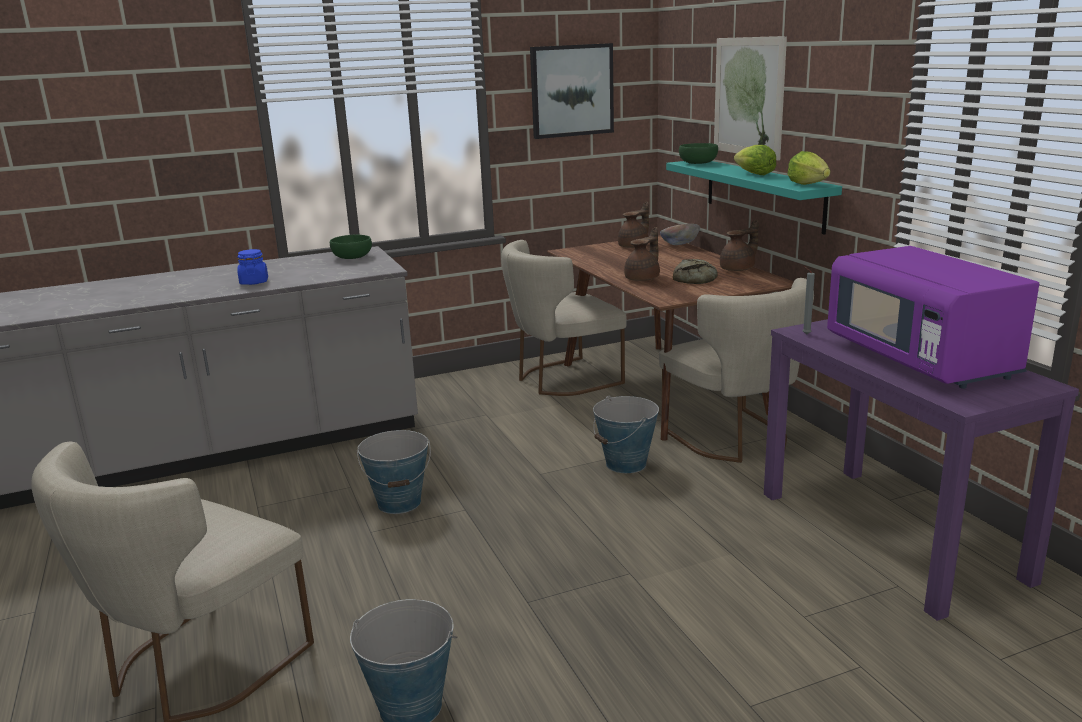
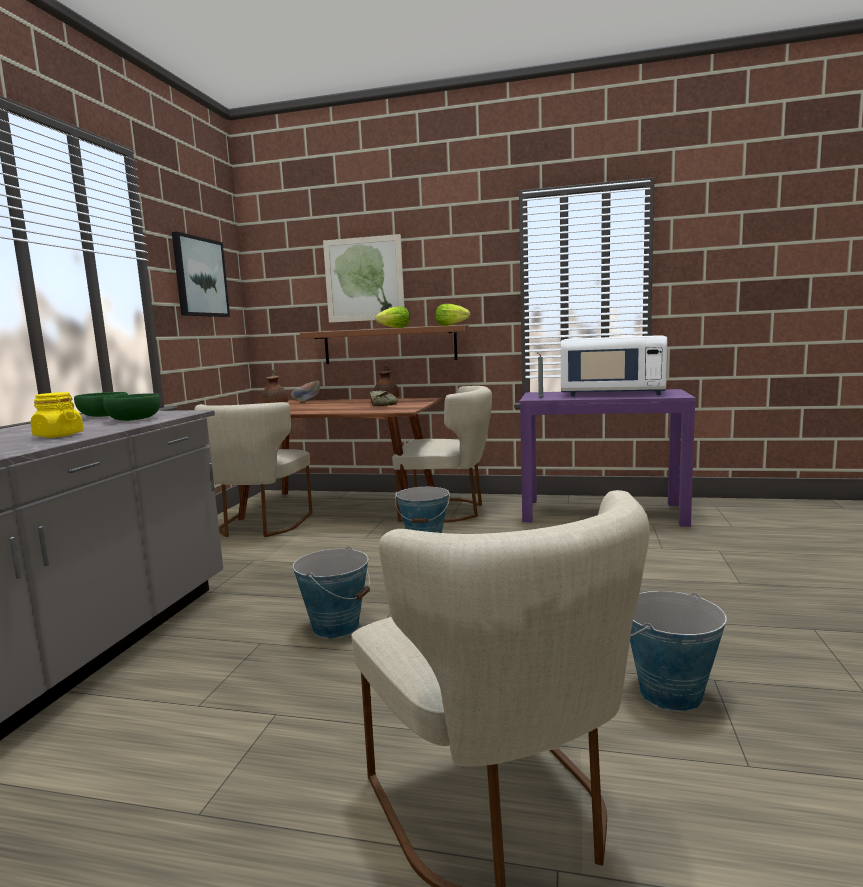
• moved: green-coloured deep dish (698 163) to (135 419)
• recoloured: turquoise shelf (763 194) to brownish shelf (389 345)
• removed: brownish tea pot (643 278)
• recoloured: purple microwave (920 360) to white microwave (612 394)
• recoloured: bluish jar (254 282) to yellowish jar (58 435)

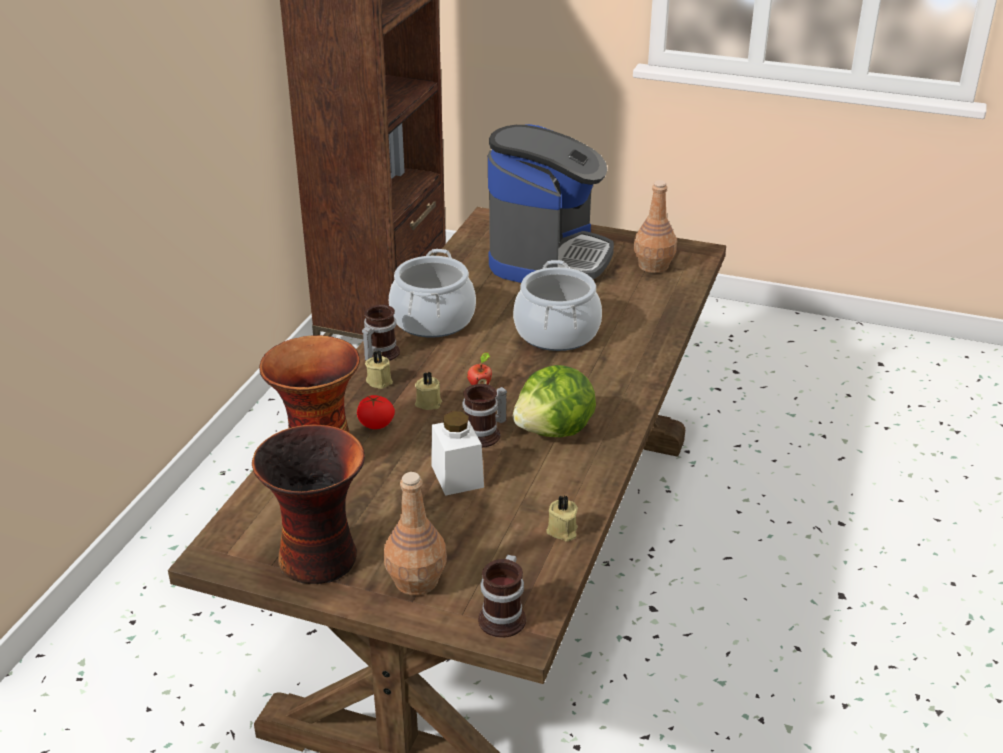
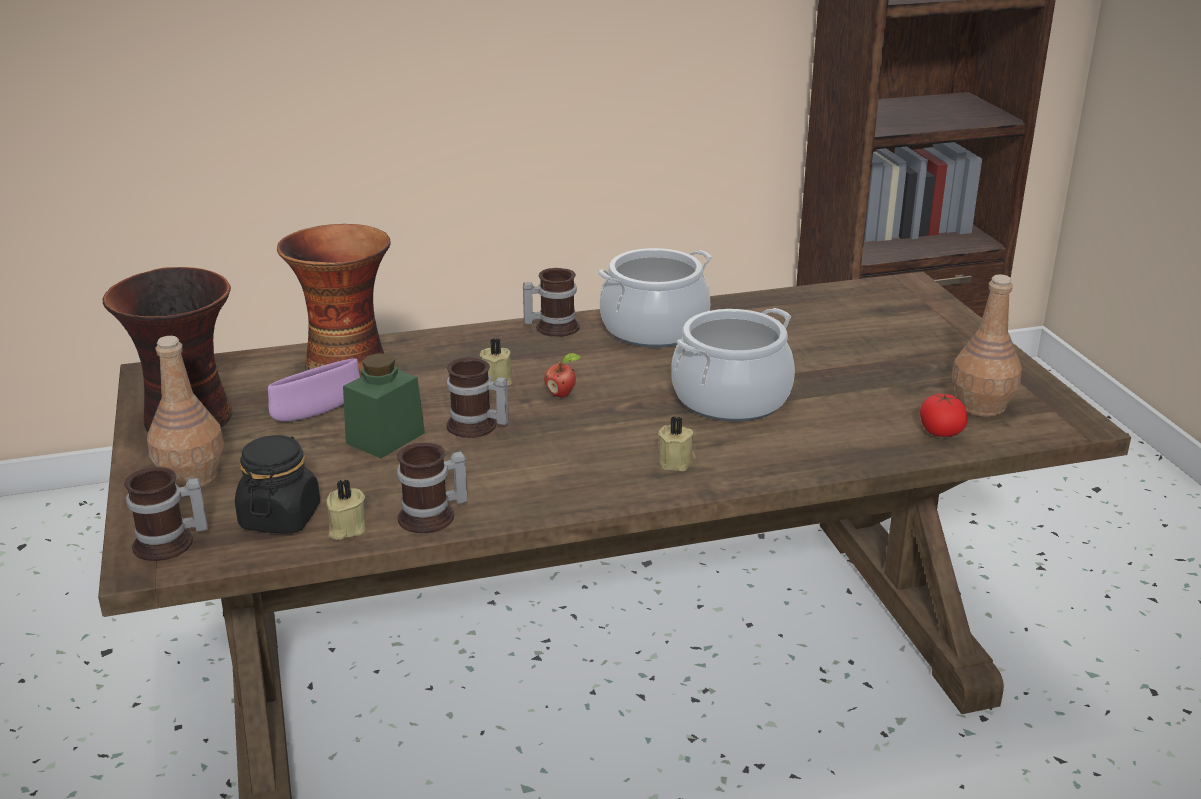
• removed: coffee brewer (548 258)
• moved: beige-coloured wax light (379 381) to (677 461)
• removed: lettuce head (555 431)
• moved: fresh tomato (376 424) to (940 432)
• recoloured: white jar (457 476) to green-coloured jar (385 438)
• added: purple deep dish (317 413)
• added: blackish jar (280 517)
• added: tea mug (433 517)

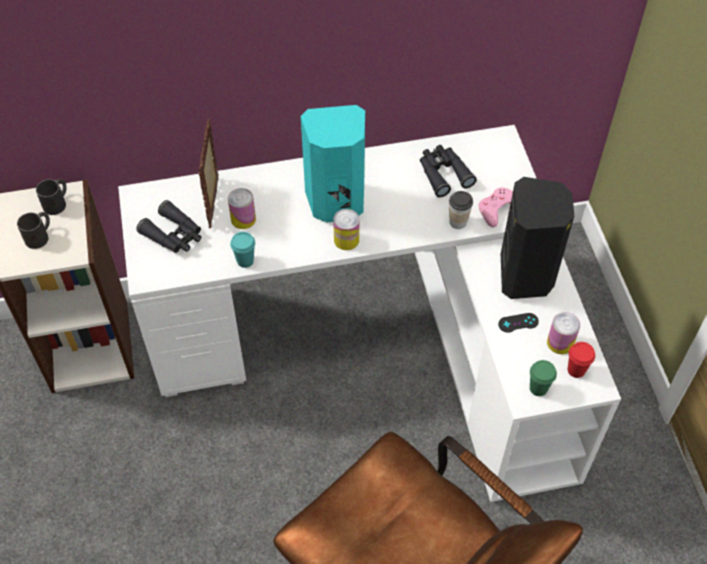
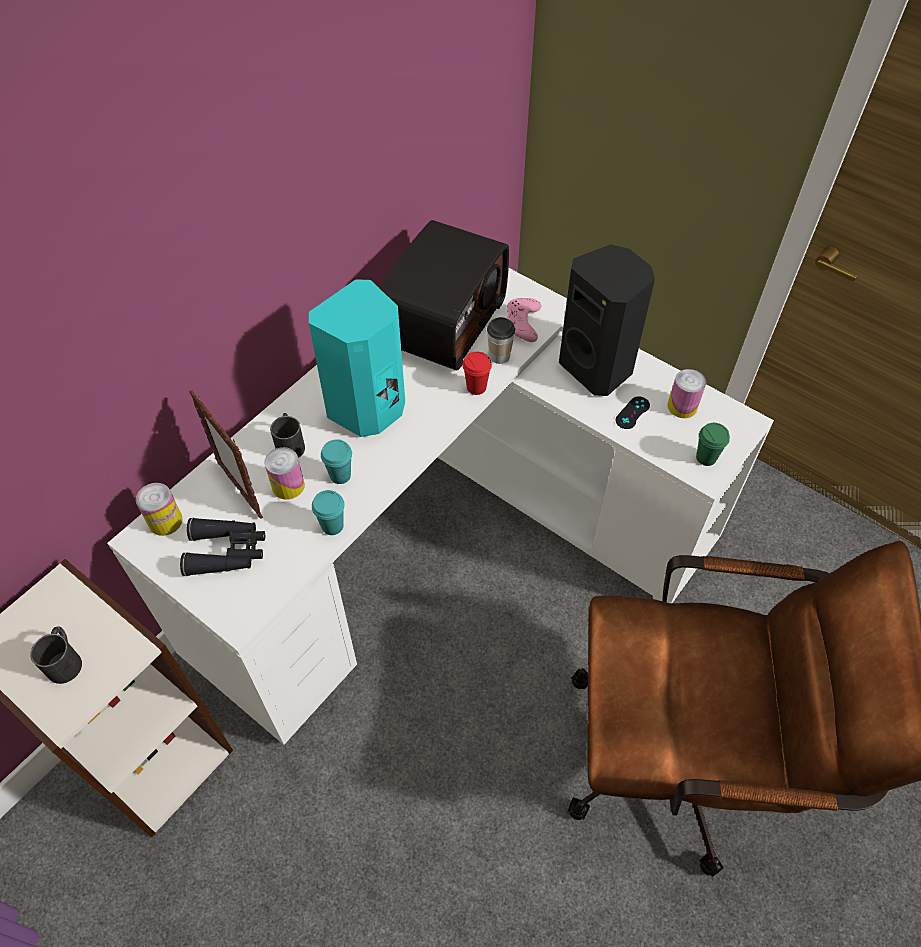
• replaced: blackish pair of binoculars (443 173) to radio (442 321)
• moved: blackish tea mug (57 202) to (290 443)
• moved: metal can (346 240) to (165 521)
• moved: reddish small cup (576 370) to (476 387)
• added: turquoise small cup (340 475)

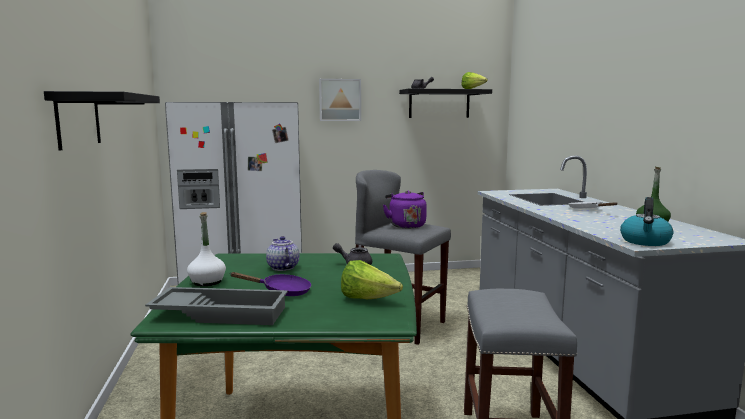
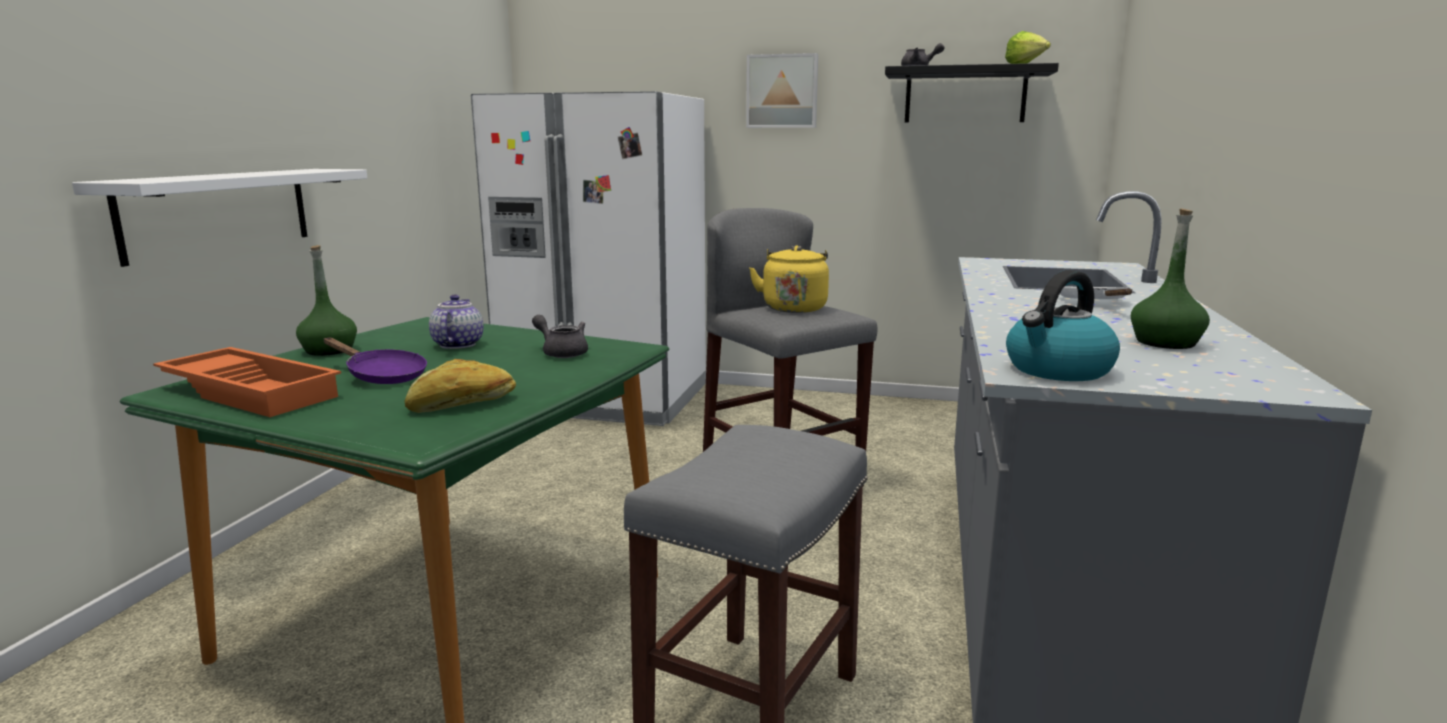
• removed: blackish shelf (78 120)
• recoloured: purple tea kettle (406 225) to yellowish tea kettle (794 307)
• recoloured: white beverage bottle (207 282) to green-coloured beverage bottle (329 350)
• replaced: lettuce head (367 299) to baked bread (463 404)
• recoloured: gray tray (222 313) to orangey tray (253 391)
• added: white shelf (218 212)

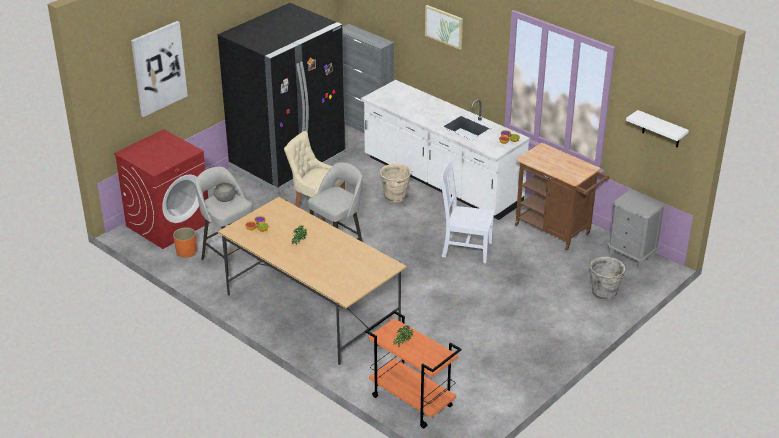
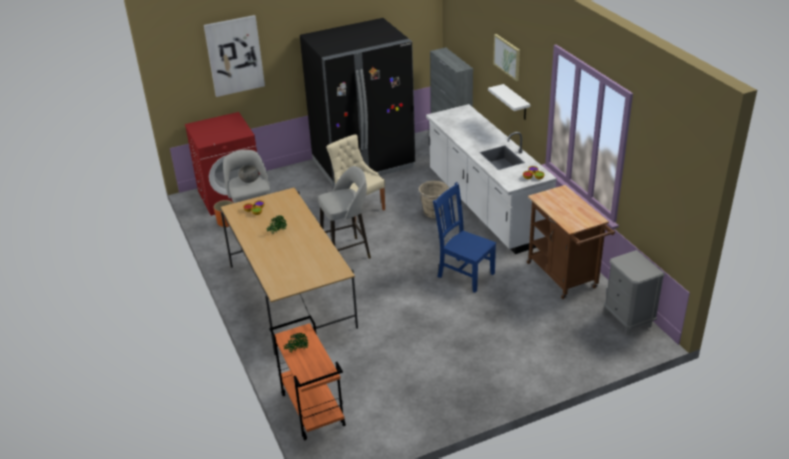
• moved: white shelf (661 129) to (516 103)
• recoloured: white plain chair (465 249) to bluish plain chair (464 274)
• removed: gray pail (605 294)

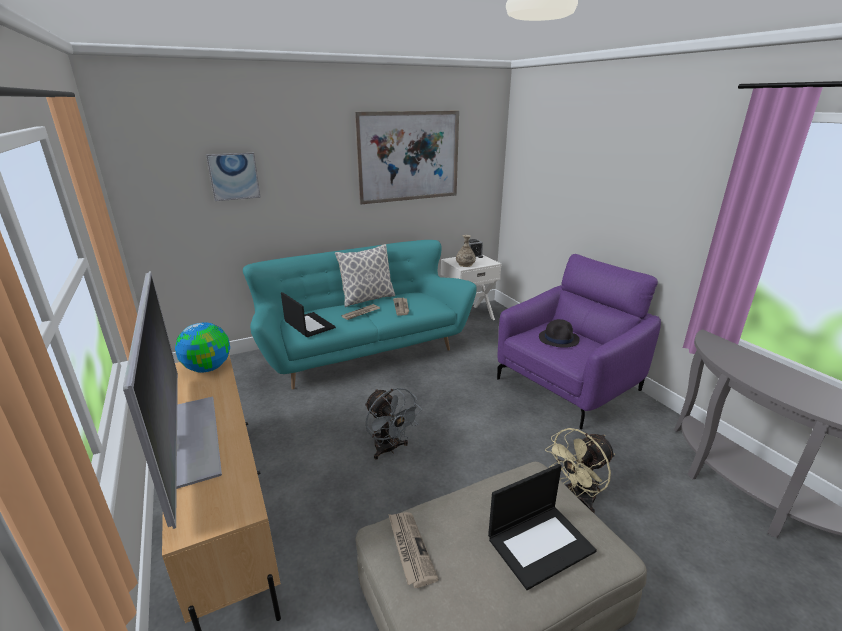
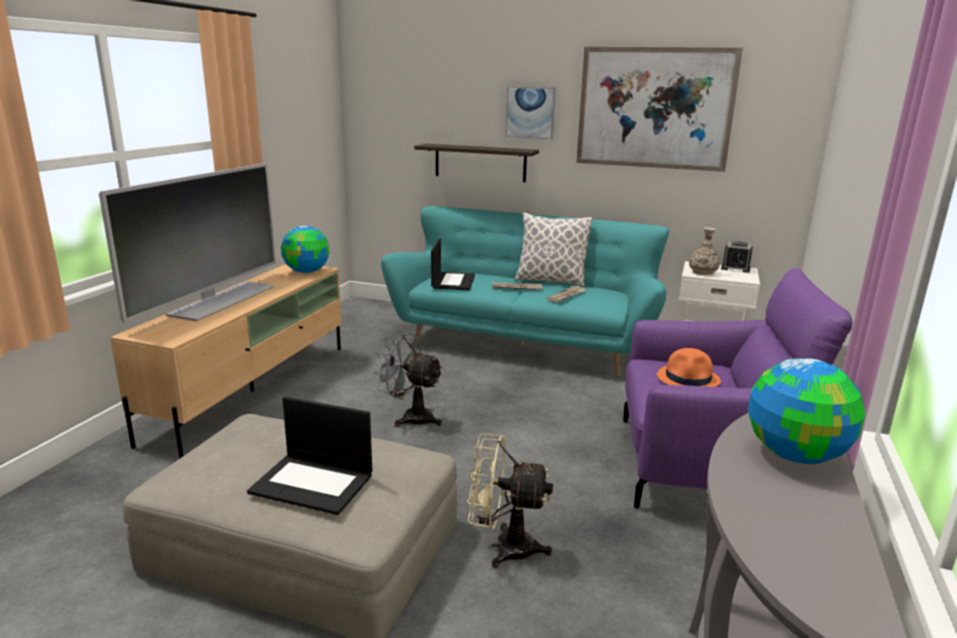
• moved: wall picture (234 176) to (530 112)
• recoloured: blackish clothing hat (559 339) to orangey clothing hat (688 379)
• turned: gray fan (389 449) = (410 417) 105 degrees clockwise
• removed: printed paper (410 549)
• added: shelf (480 162)
• added: world globe (796 455)

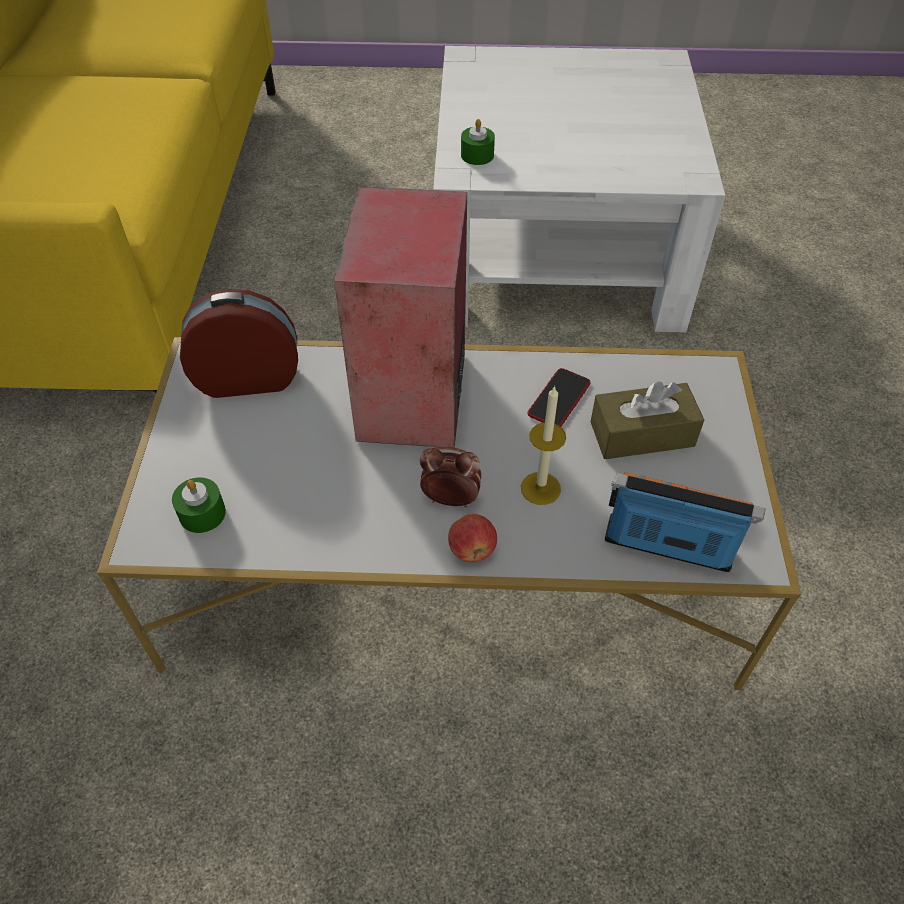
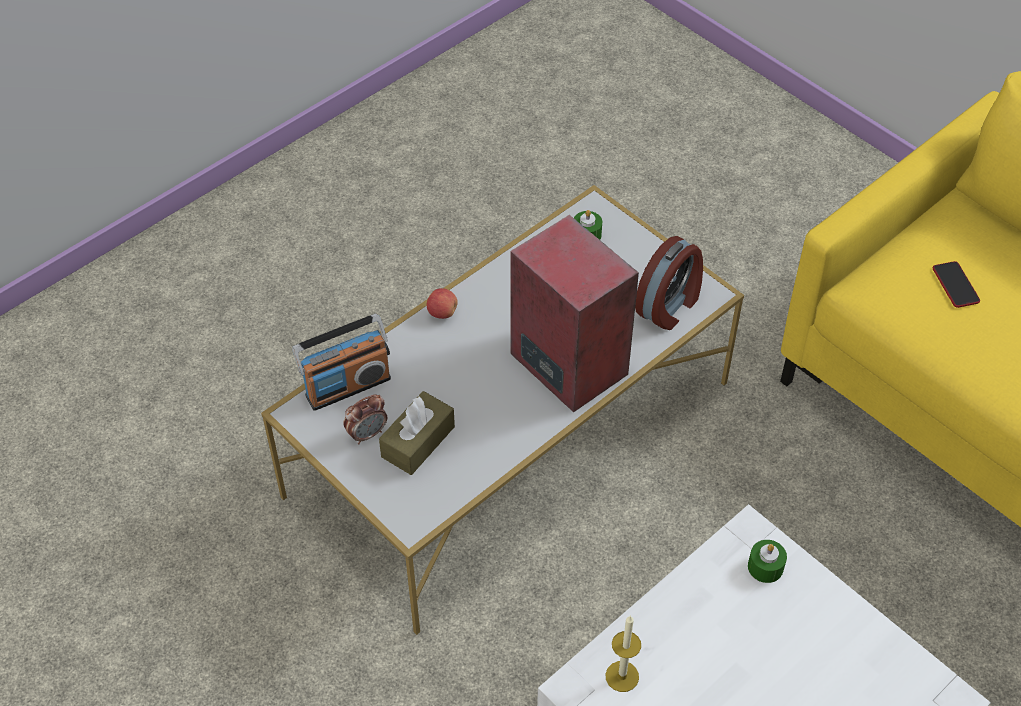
• moved: phone (559 399) to (955 285)
• moved: wax light (540 488) to (622 676)
• moved: alarm clock (450 499) to (367 434)

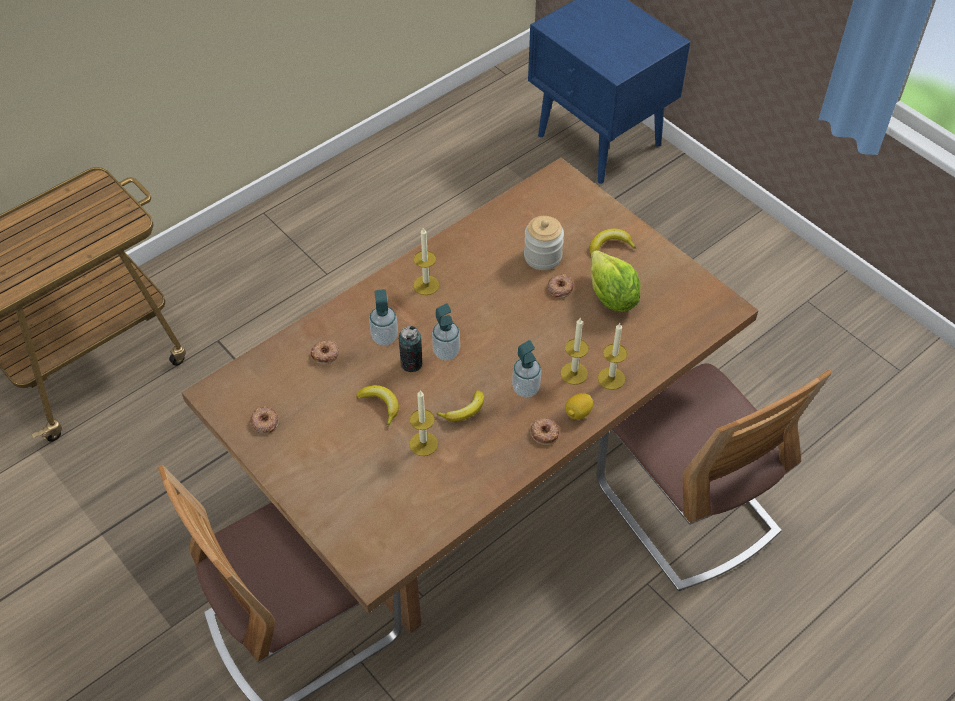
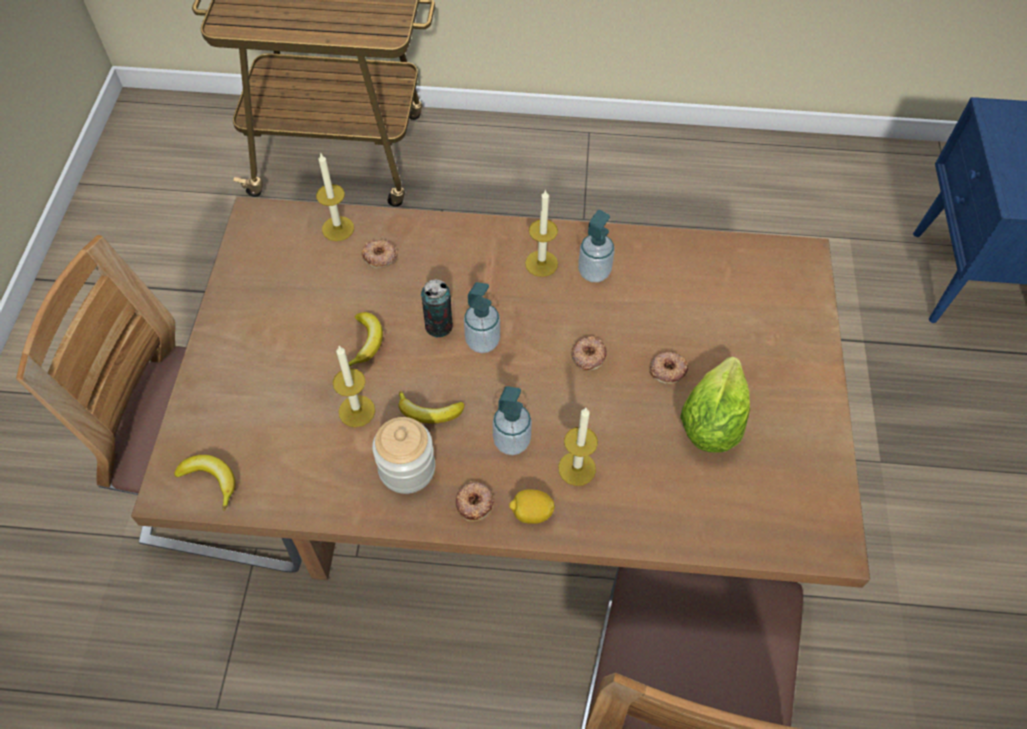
• moved: jar (542 256) to (407 469)
• moved: whole banana (610 246) to (211 480)
• moved: liquid soap bottle (384 337) to (594 272)
• moved: wax light (611 378) to (338 228)
• moved: ring doughnut (264 422) to (588 355)

